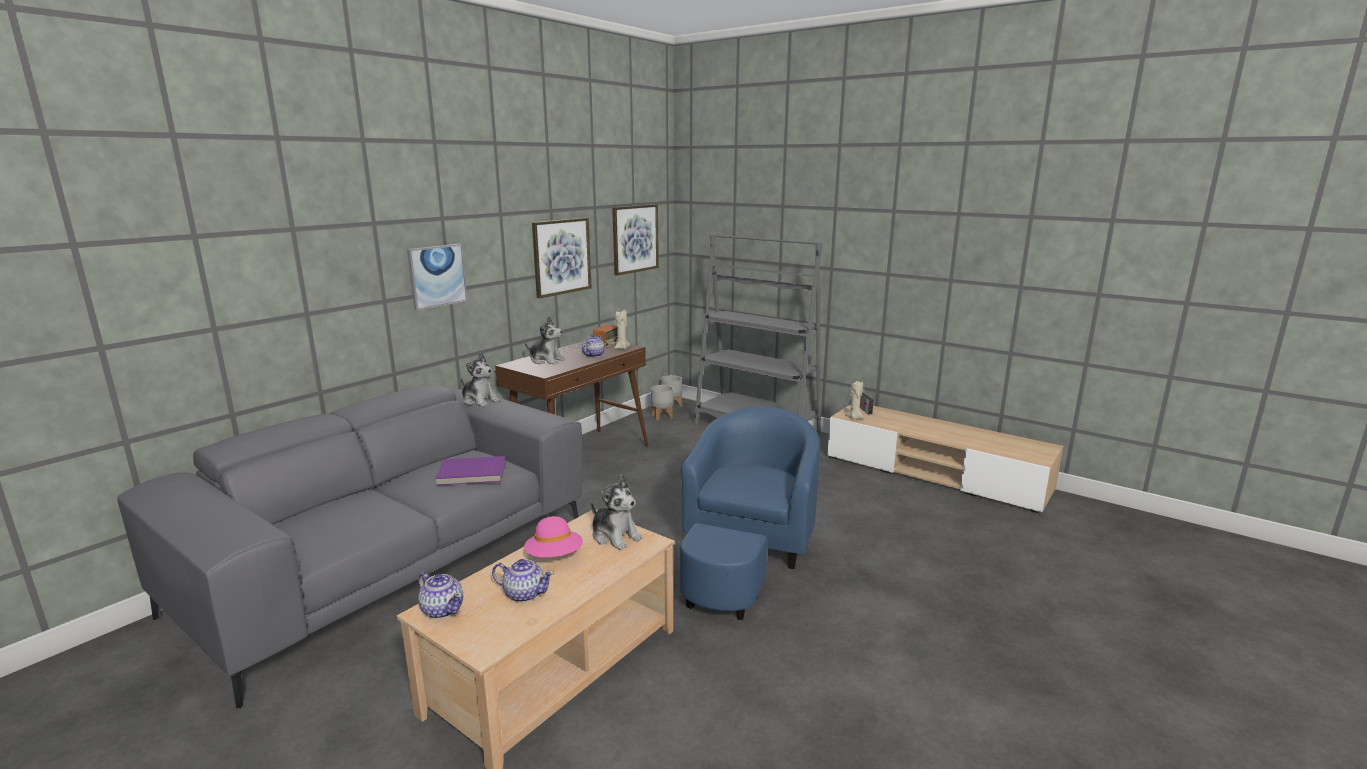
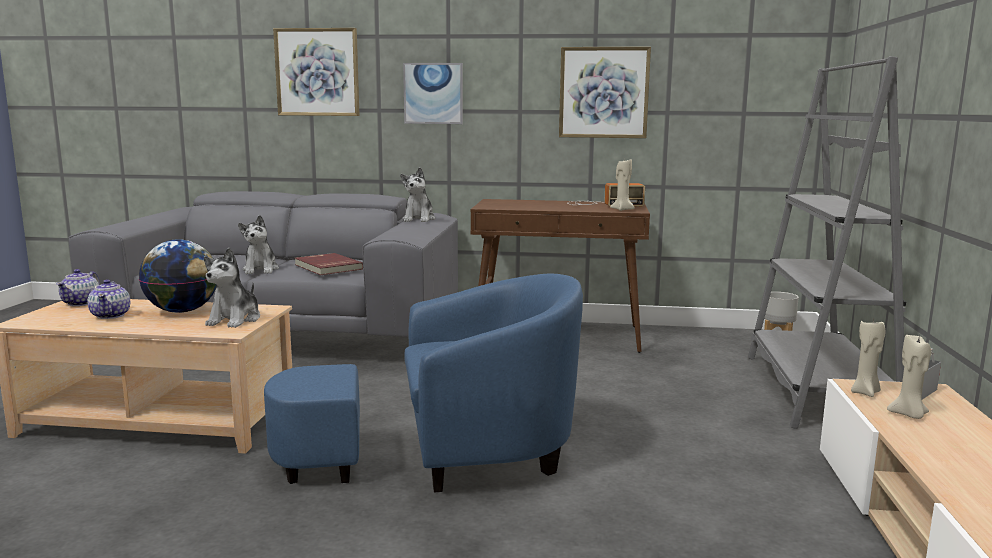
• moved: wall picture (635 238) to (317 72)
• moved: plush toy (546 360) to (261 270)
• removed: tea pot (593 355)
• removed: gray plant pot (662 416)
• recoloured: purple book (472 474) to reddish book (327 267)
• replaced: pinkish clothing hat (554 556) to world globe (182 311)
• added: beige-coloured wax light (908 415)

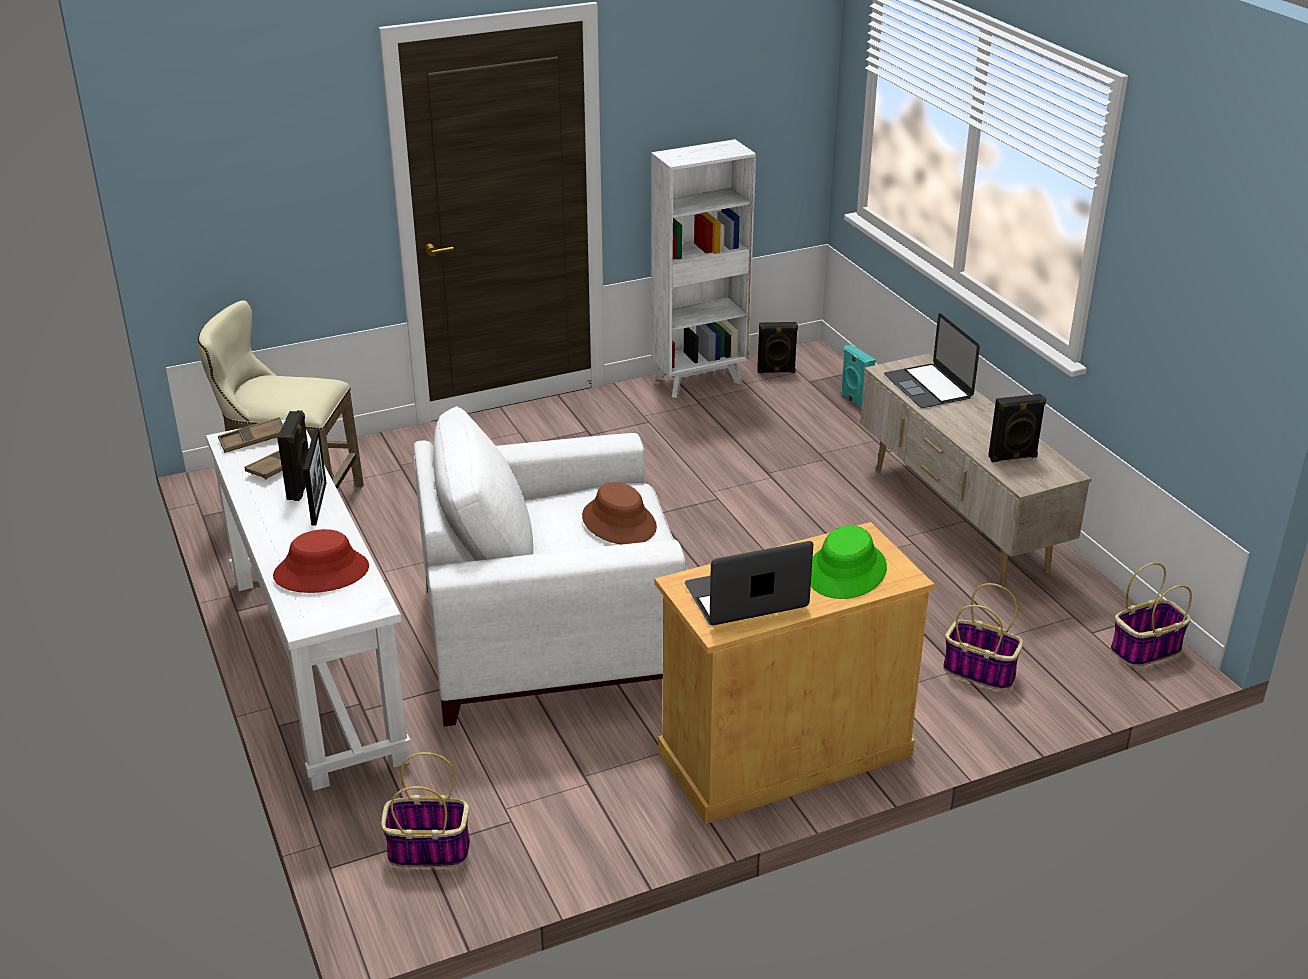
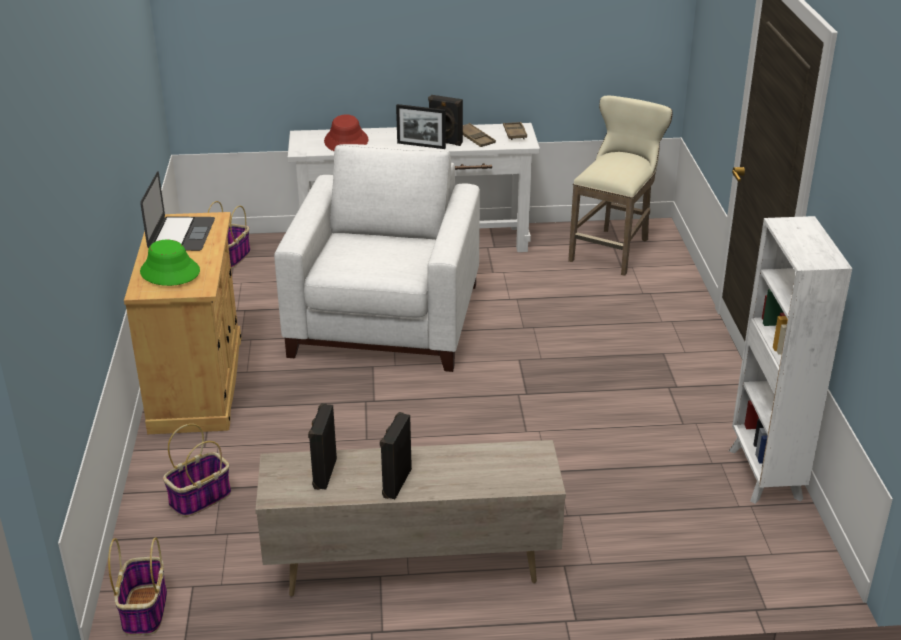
• removed: laptop (928 386)
• moved: blackish audio speaker (776 371) to (395 482)
• removed: turquoise audio speaker (854 401)
• removed: brownish clothing hat (619 522)

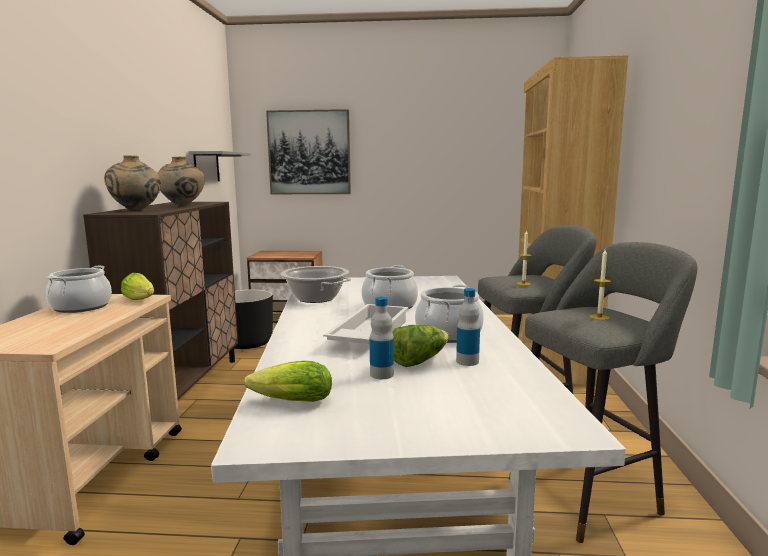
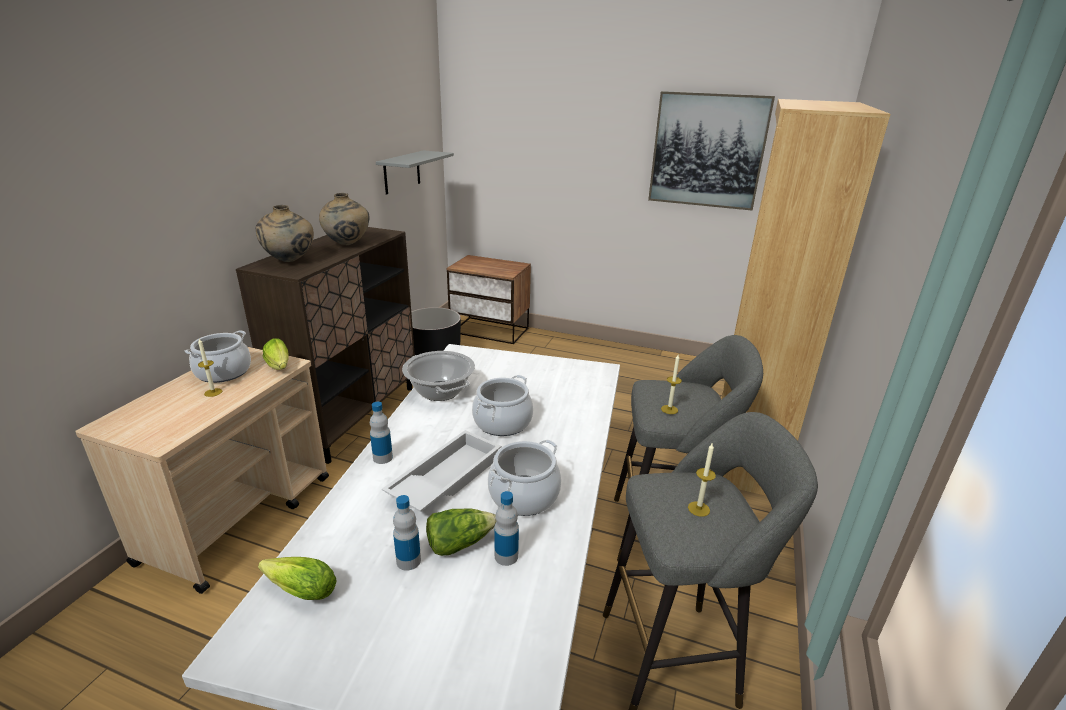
• moved: wall picture (309 152) to (707 151)
• added: wax light (213 392)
• added: beverage bottle (383 458)

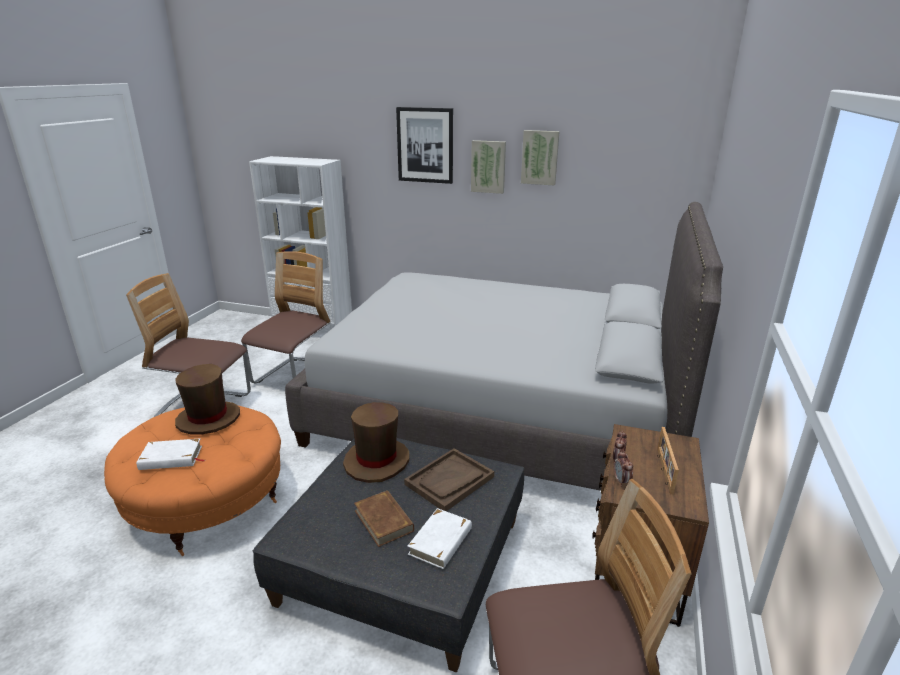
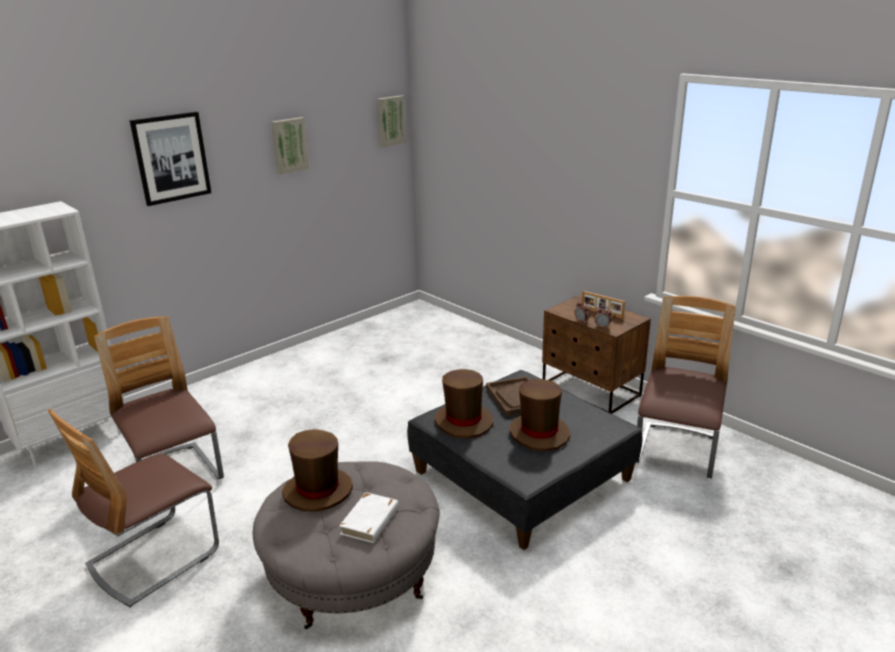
• moved: wall picture (488 166) to (390 120)
• removed: gray bed (499 412)
• recoloured: orangey footrest (207 502) to gray footrest (353 574)
• replaced: brownish book (384 520) to brownish clothing hat (539 433)
• removed: white book (441 541)

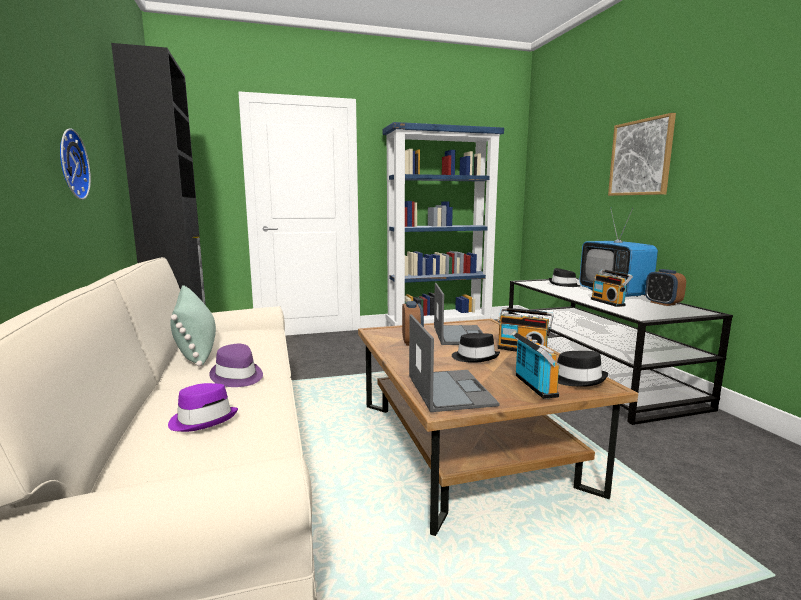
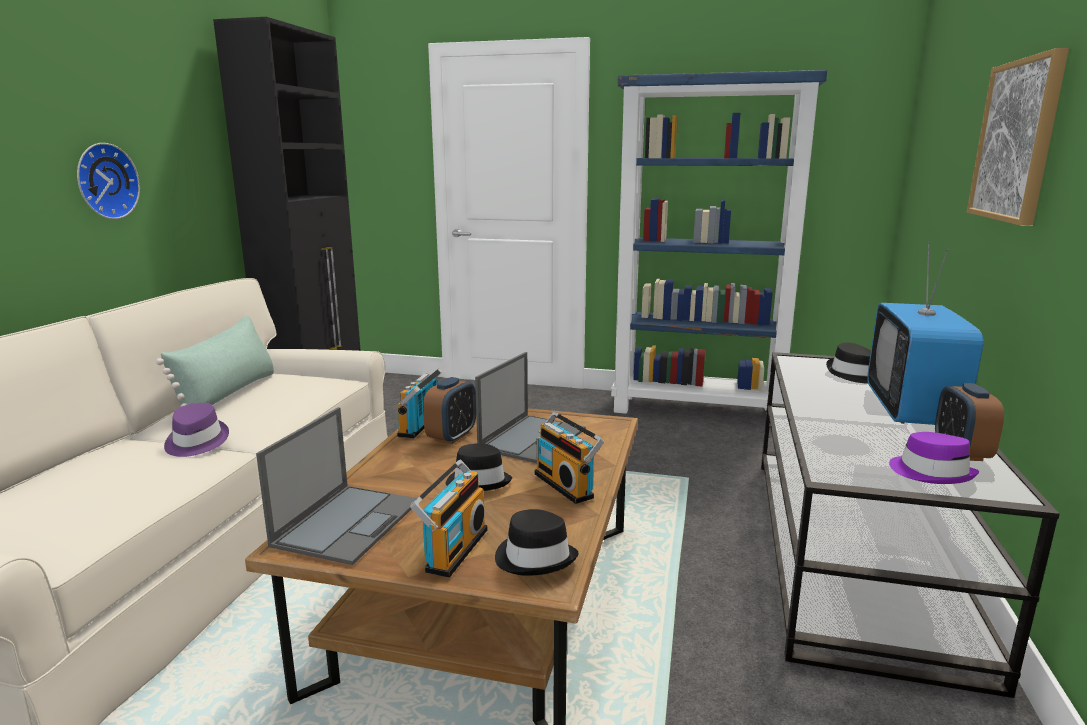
• moved: radio (609 302) to (421 426)
• moved: purple clothing hat (203 419) to (931 473)

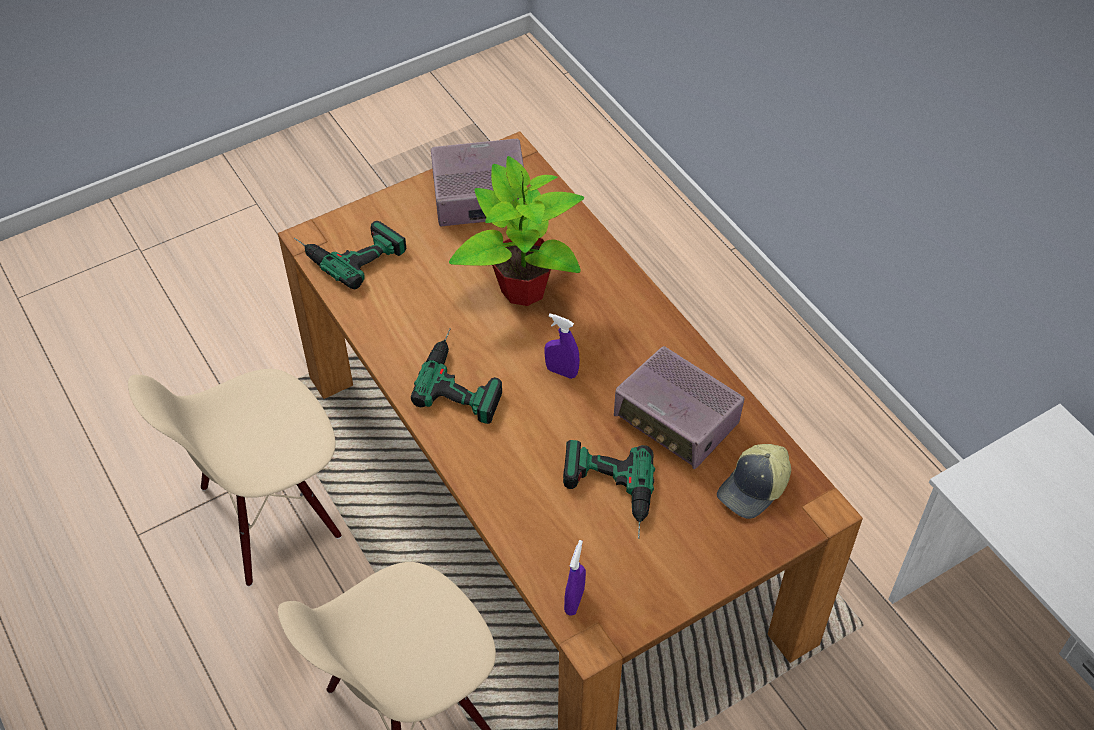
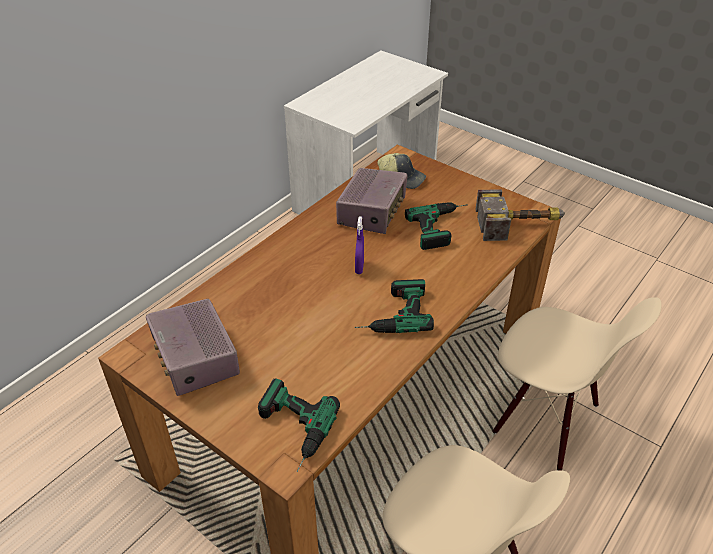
• removed: potted plant (522 288)
• replaced: purple sprayer (574 601) to hammer (520 224)

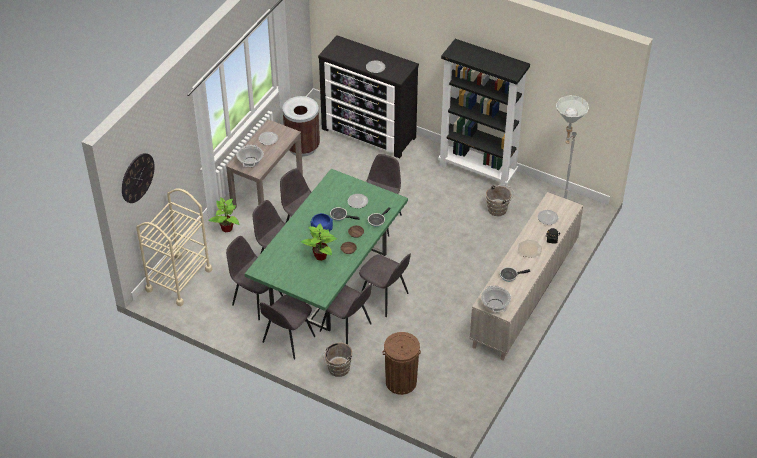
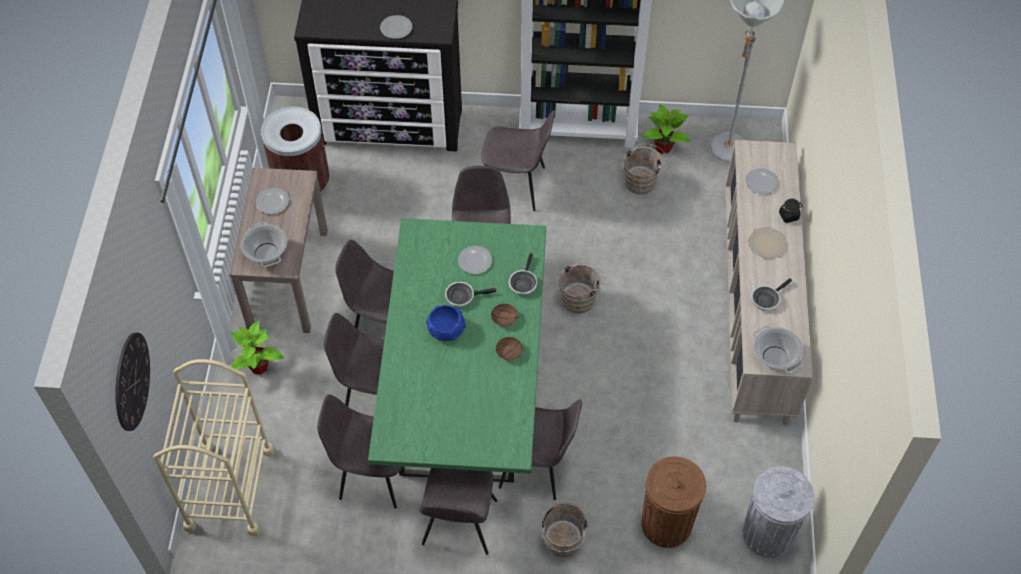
• moved: potted plant (321 256) to (664 147)
• moved: gray plain chair (384 298) to (517 185)
• added: brownish pail (580 299)
• added: gray trash can (767 533)

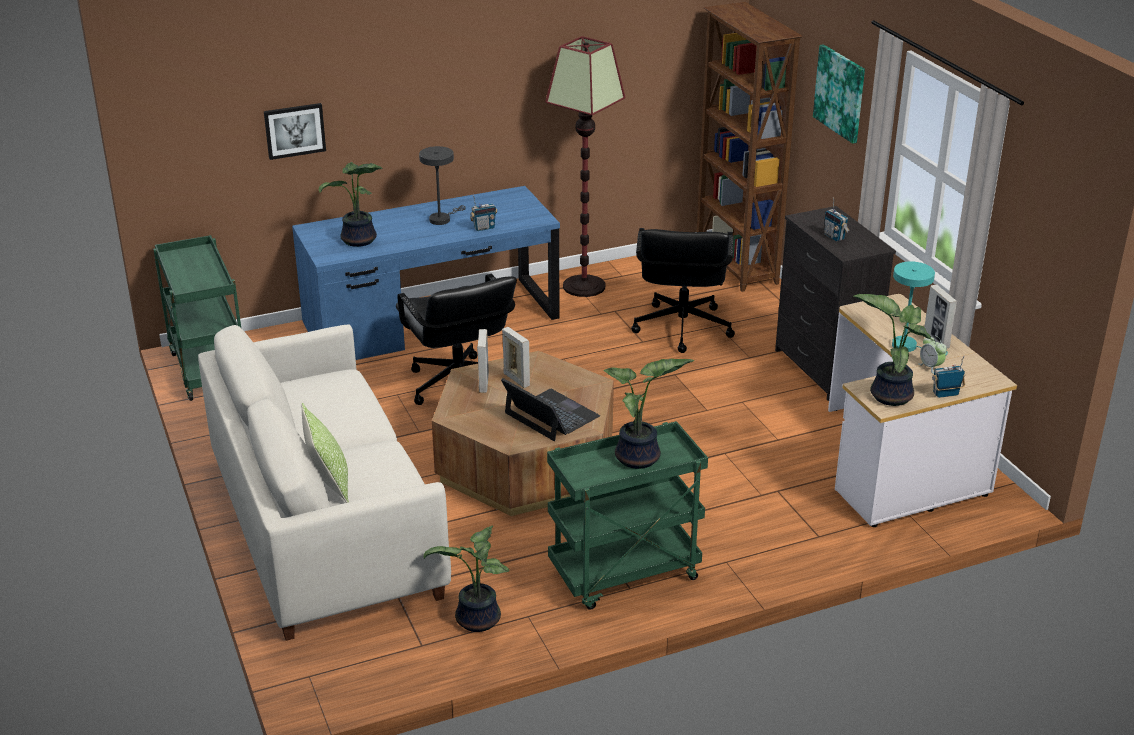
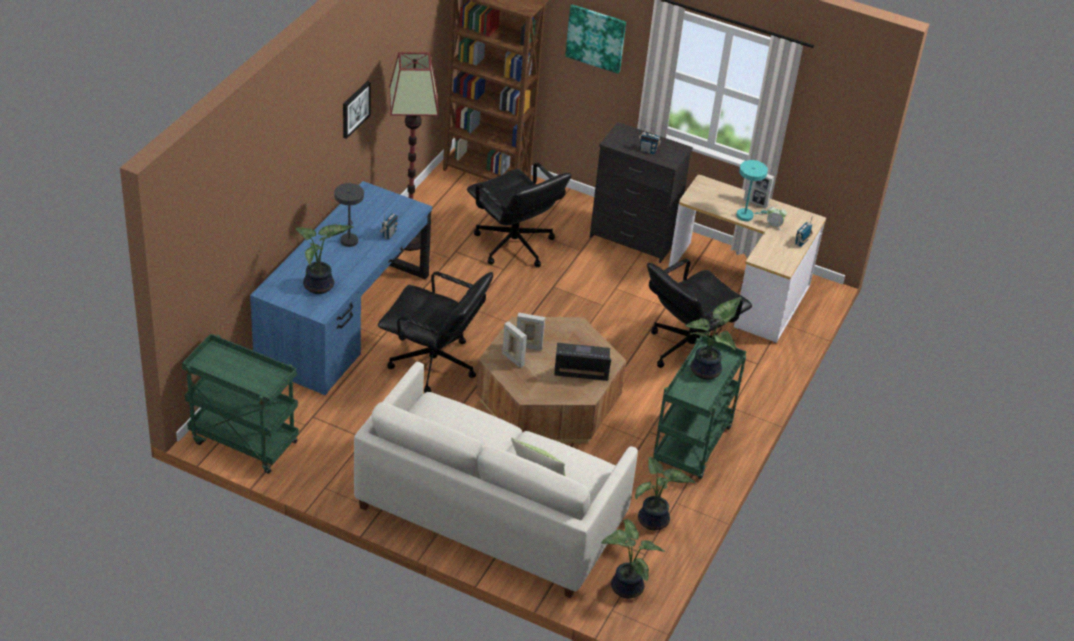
• moved: wall picture (294 130) to (355 109)
• moved: potted plant (889 395) to (624 587)
• added: blackish computer chair (688 350)

